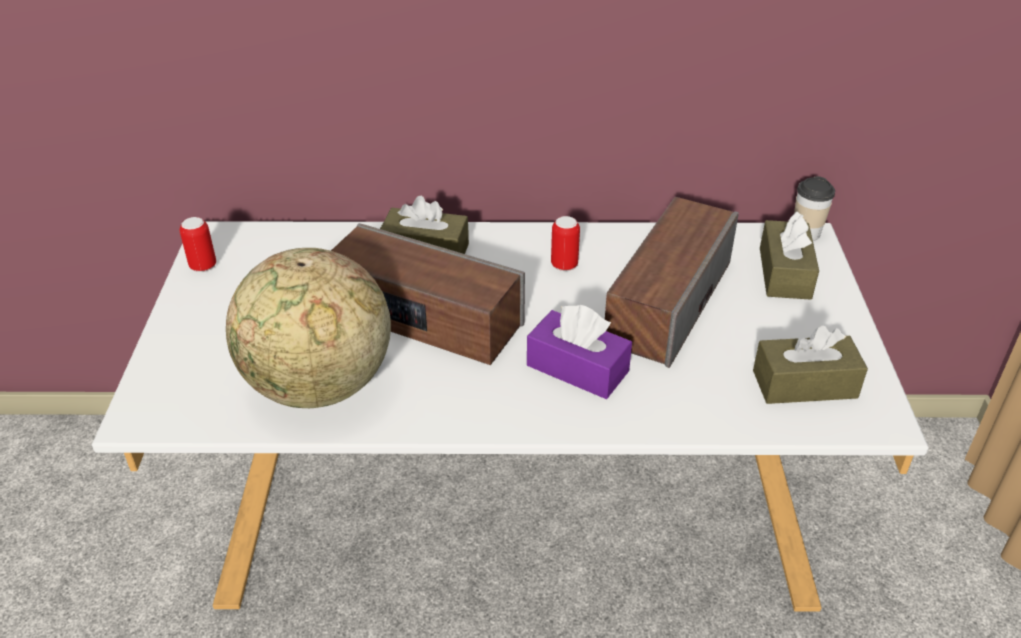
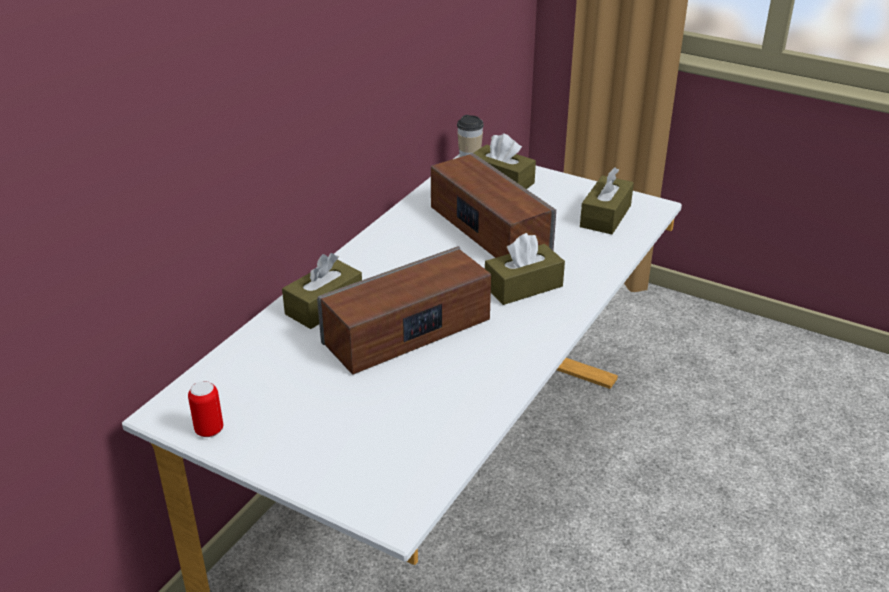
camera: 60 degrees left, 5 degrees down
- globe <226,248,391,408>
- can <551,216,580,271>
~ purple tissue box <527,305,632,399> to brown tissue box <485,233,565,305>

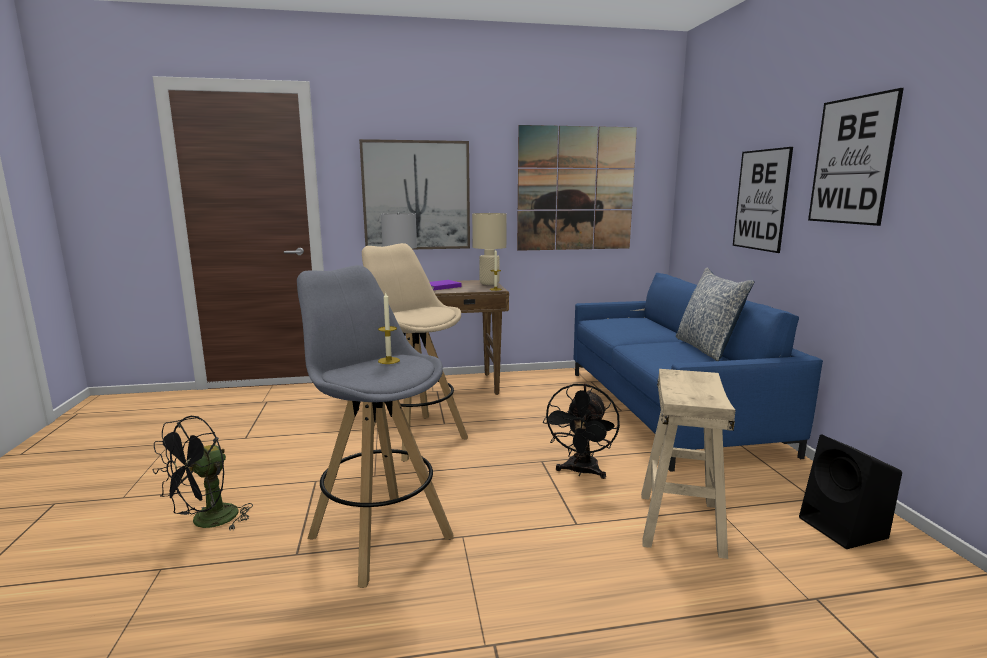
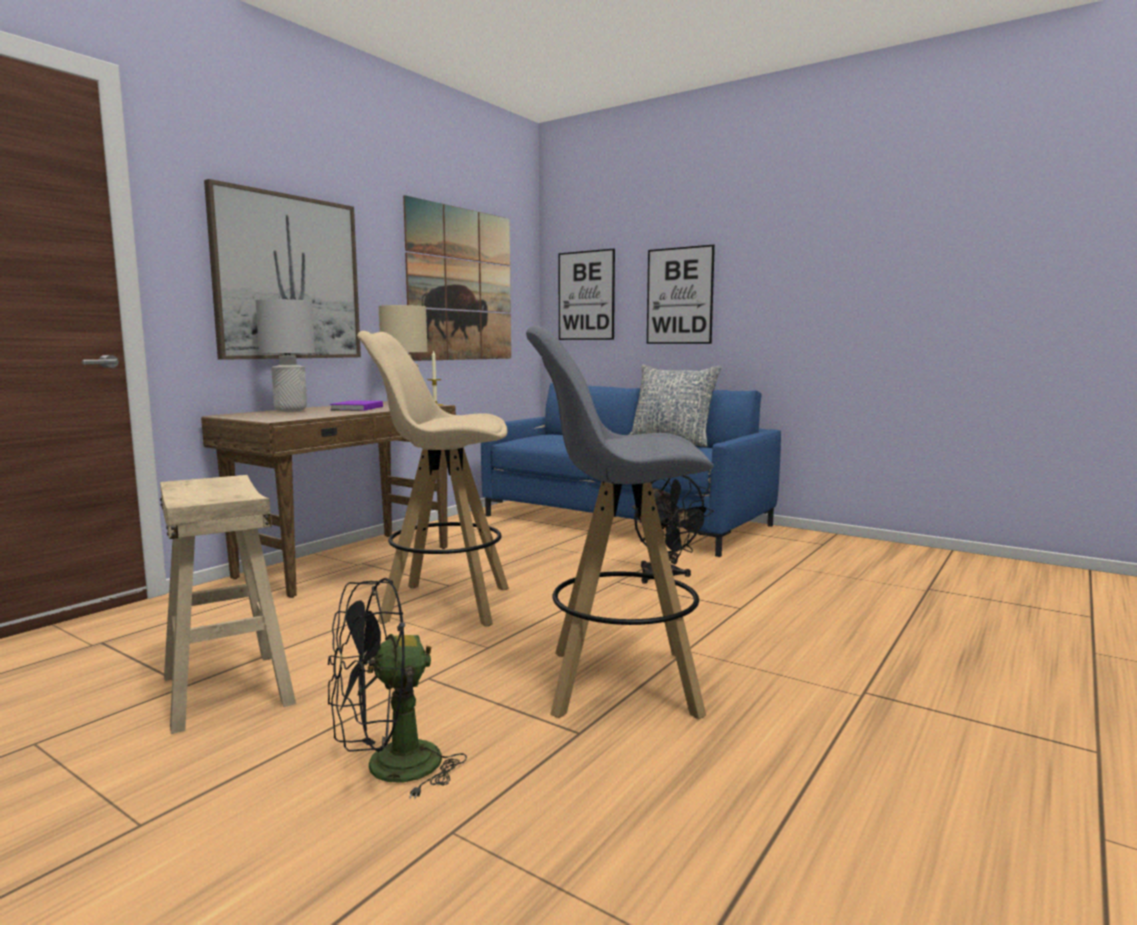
camera: 45 degrees left, 5 degrees down
- candle <378,292,400,364>
- black speaker <799,434,902,549>
~ beige stool <641,369,736,559> to <160,475,296,734>
~ picture <808,88,904,226> to <559,249,615,340>
~ black fan <152,416,253,530> = <328,578,467,799> 75 degrees clockwise

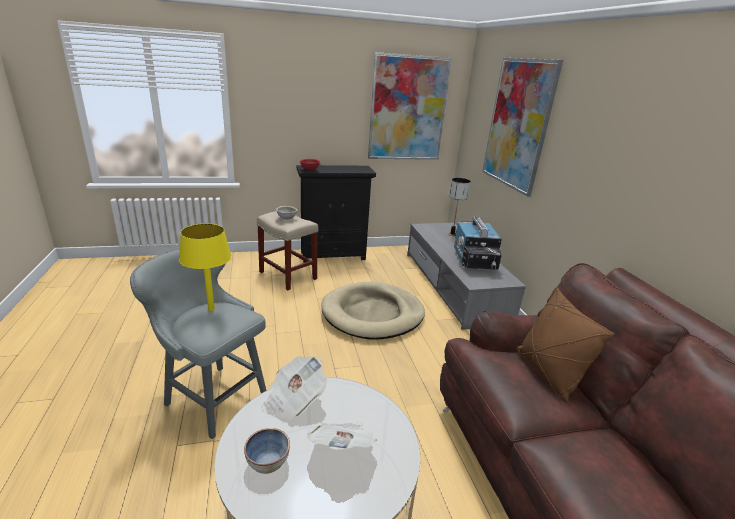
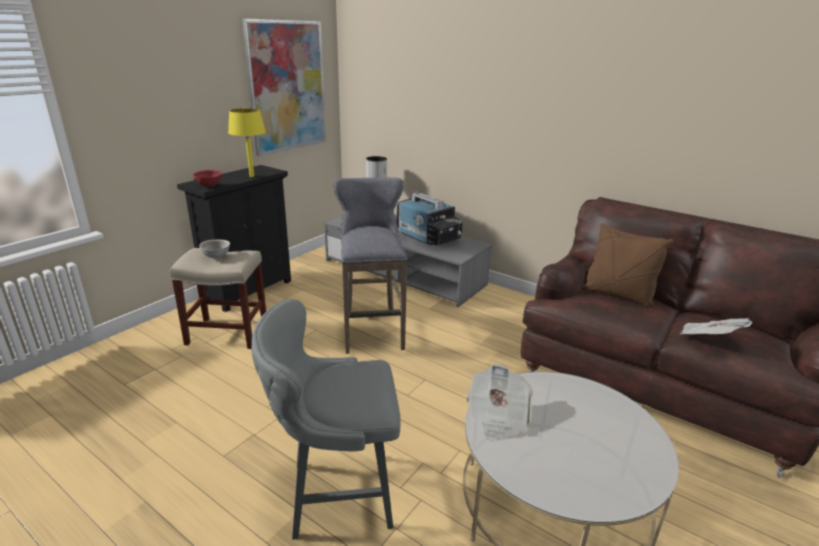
camera: 40 degrees left, 0 degrees up
- bowl <244,428,290,474>
- picture <482,58,563,197>
~ yellow table lamp <179,224,232,311> to <228,108,266,177>
~ newspaper <307,422,377,450> to <680,318,752,335>
~ beige dog bed <321,282,425,340> to grey stool <333,178,408,354>

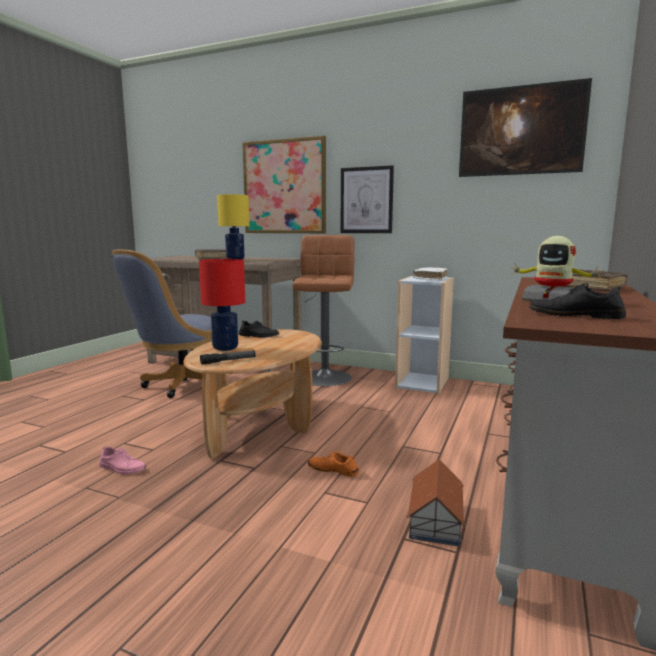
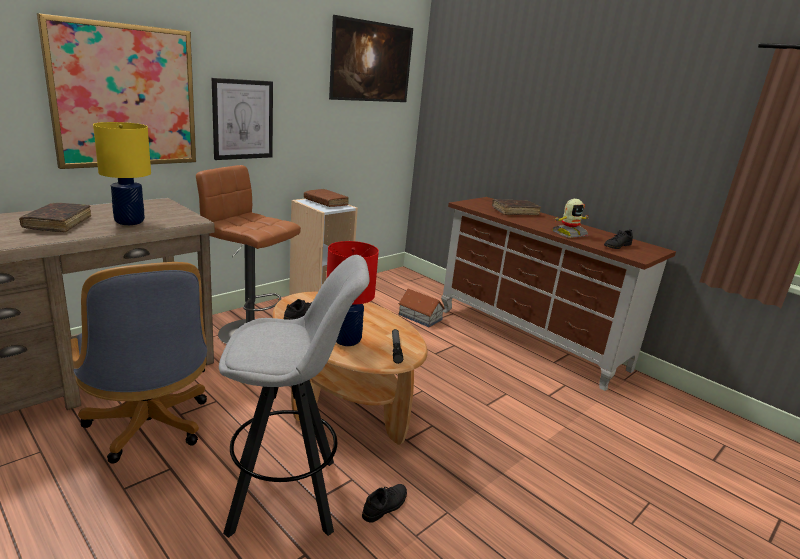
camera: 70 degrees left, 10 degrees up
- orange shoe <308,451,359,477>
+ grey stool <219,255,370,538>
~ toy house <407,459,465,547> to <398,289,445,327>
~ pink shoe <99,446,147,474> to black shoe <362,484,407,523>
~ white book <413,267,447,281> to brown book <304,189,349,207>

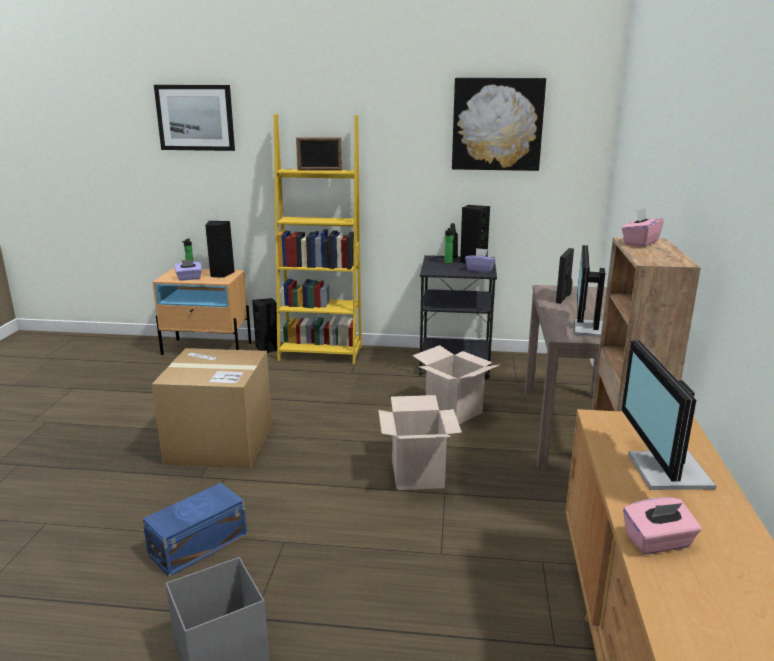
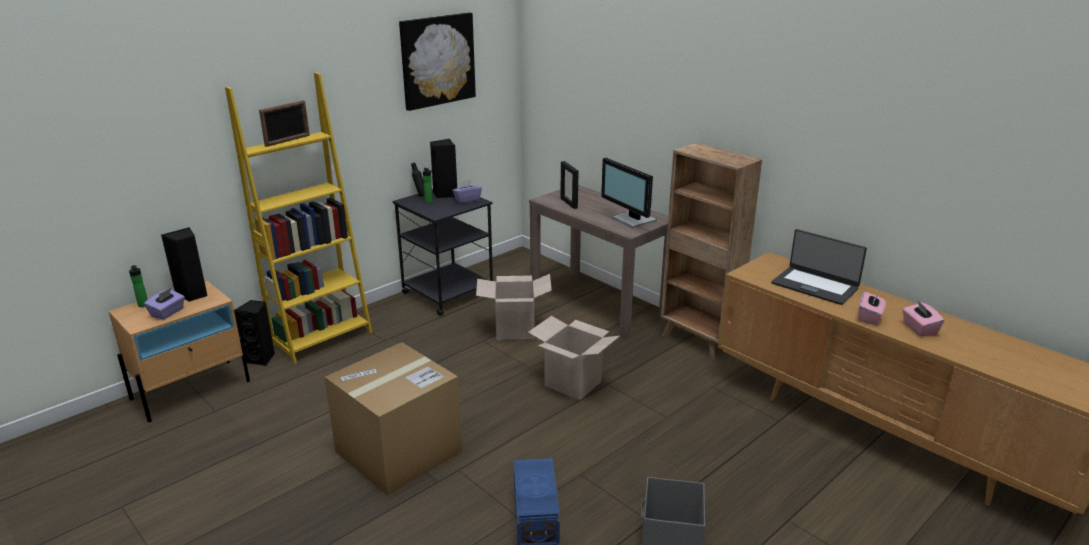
camera: 50 degrees left, 5 degrees up
- picture <154,85,235,151>
~ pink tissue box <622,208,664,247> to <902,301,944,336>
~ monitor <621,340,716,490> to laptop <772,229,867,305>

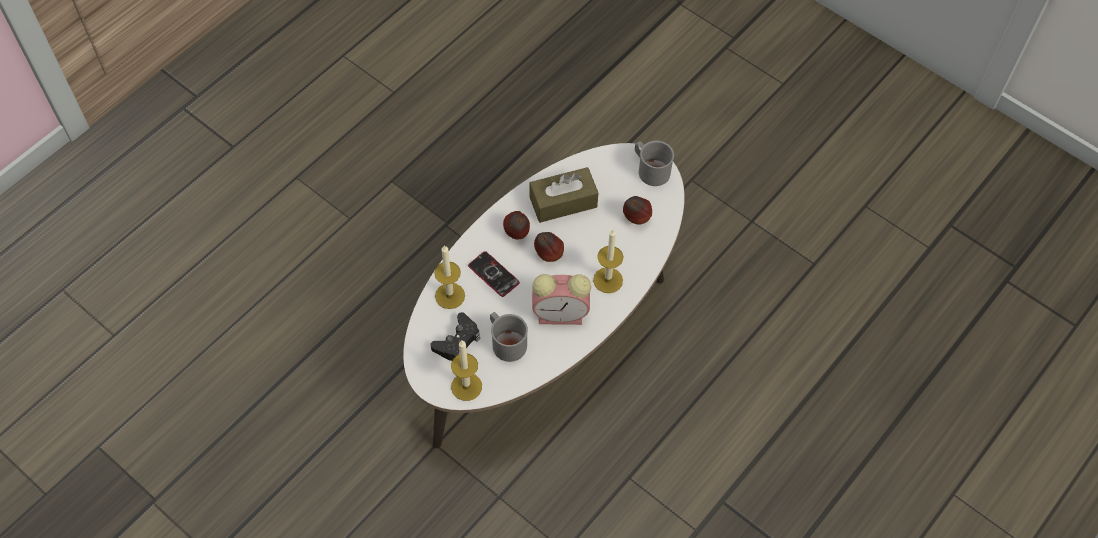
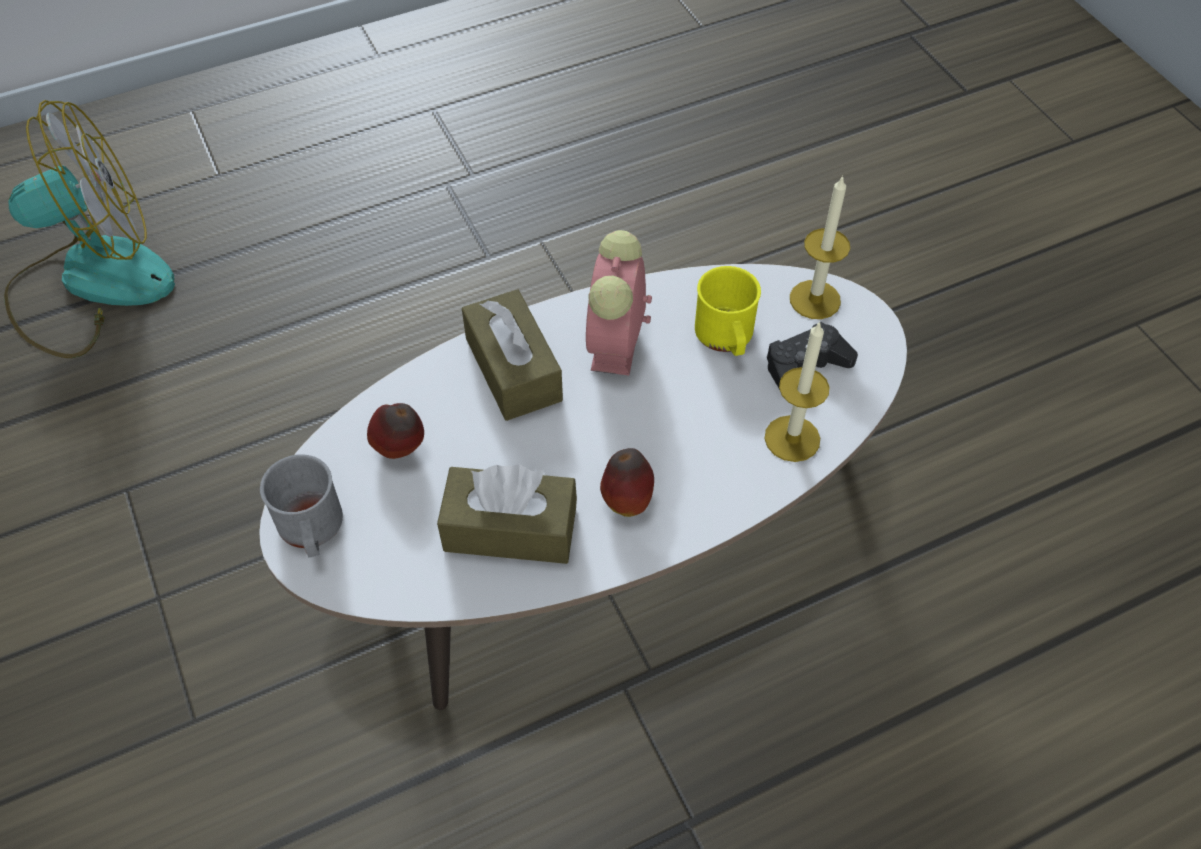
camera: 155 degrees left, 5 degrees down
- phone <468,251,520,297>
- apple <534,232,564,262>
+ fan <4,100,175,358>
~ candle <593,230,623,293> to brown tissue box <462,289,563,421>
~ grey mug <490,312,528,362> to yellow mug <695,266,761,356>
~ alarm clock <532,274,591,325> = <586,230,652,375> 105 degrees counterclockwise

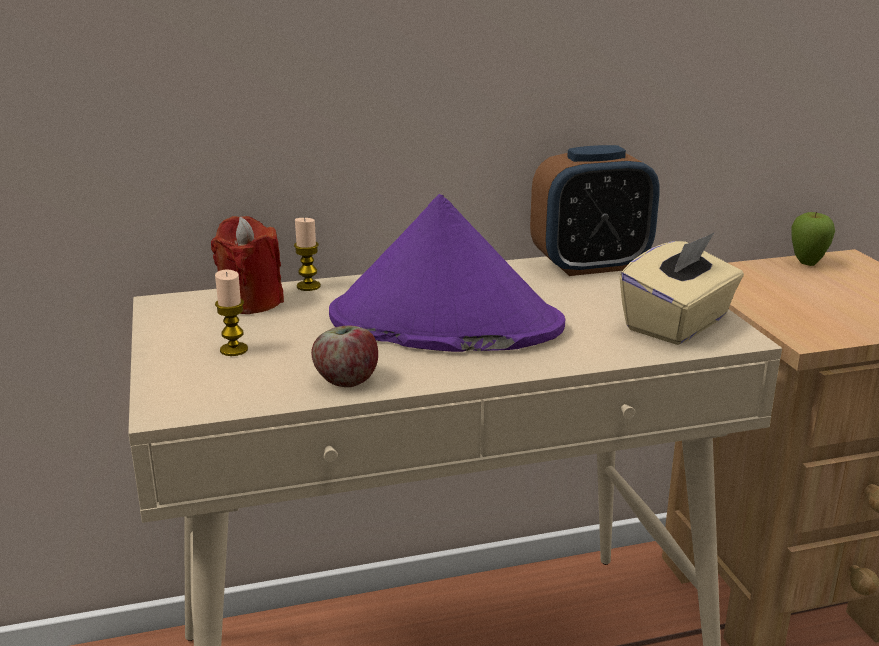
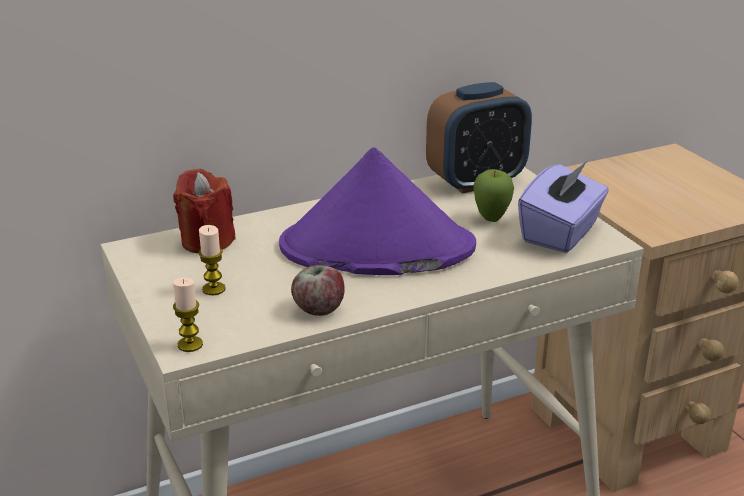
camera: 10 degrees left, 5 degrees up
~ candle <294,217,321,291> to <173,277,203,352>
~ apple <791,212,835,266> to <473,169,514,222>
~ beige tissue box <619,232,744,345> to purple tissue box <518,160,609,253>

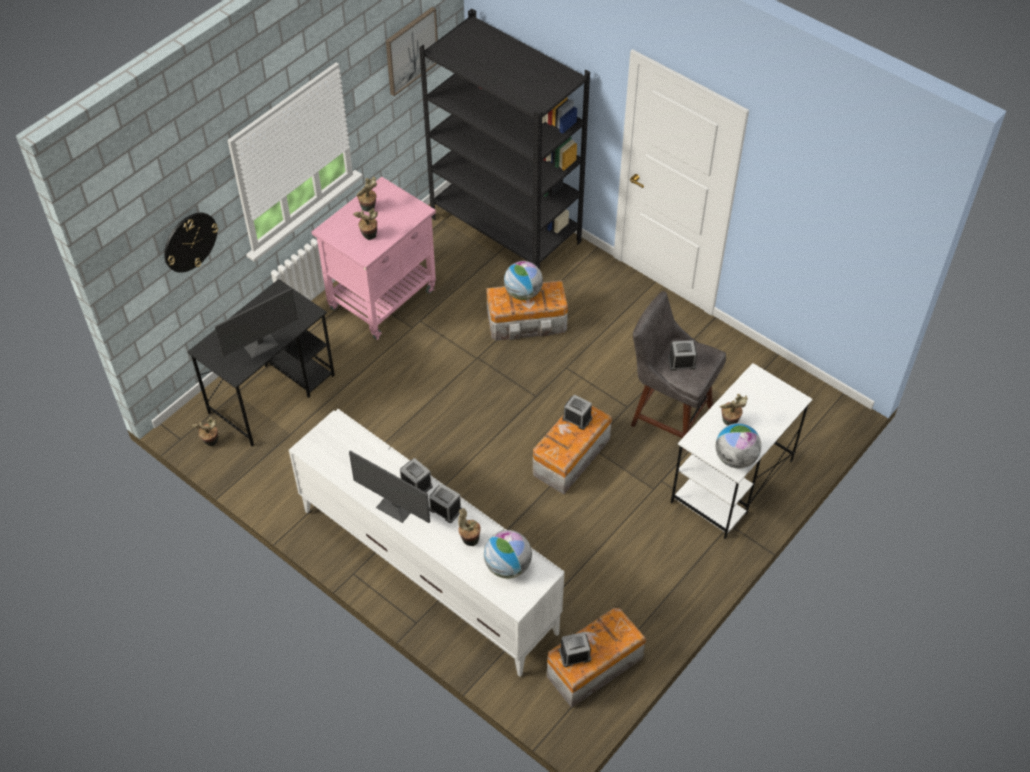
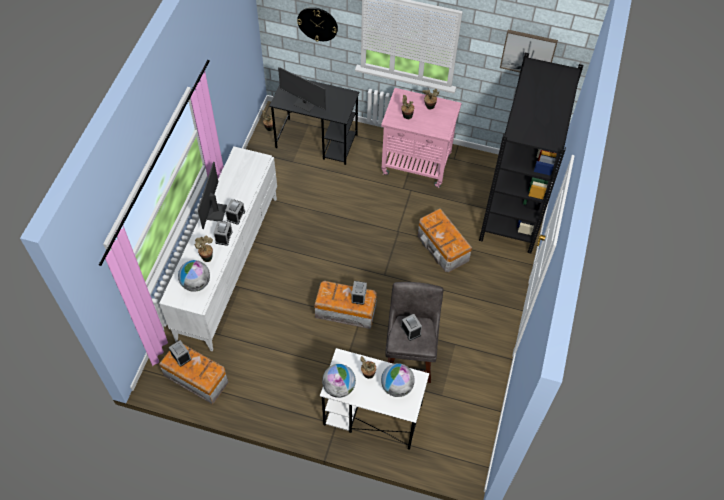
camera: 65 degrees right, 5 degrees up
~ globe <504,261,543,300> to <381,363,415,397>

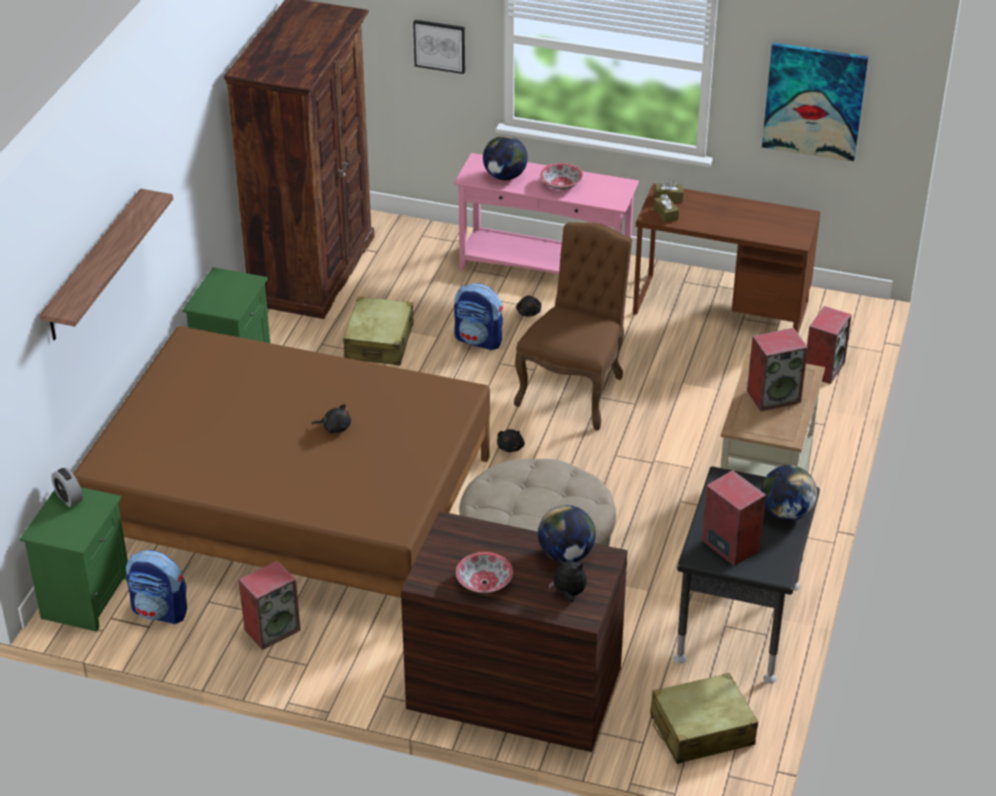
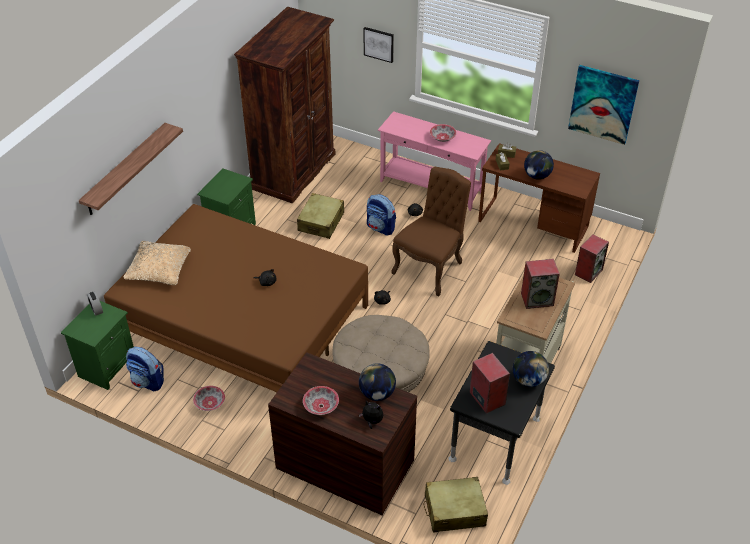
camera: 10 degrees right, 5 degrees up
+ beige pillow <123,241,191,285>
~ globe <483,135,528,180> to <524,150,554,180>
~ speaker <239,560,300,650> to bowl <193,386,225,411>

